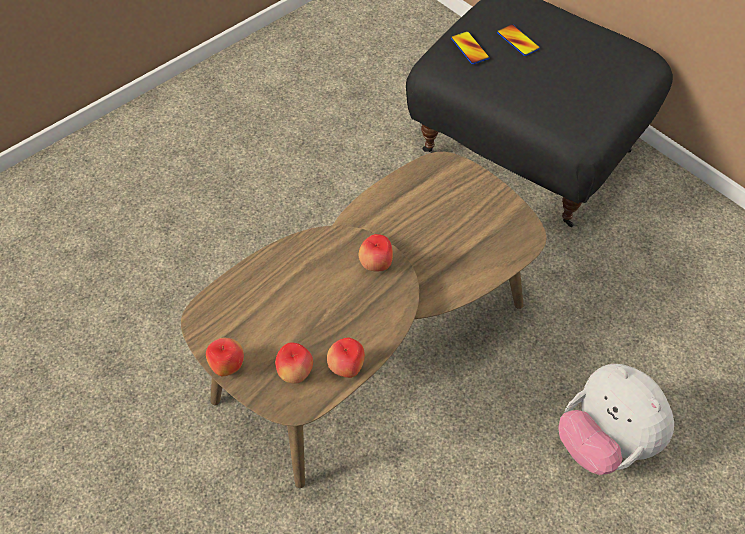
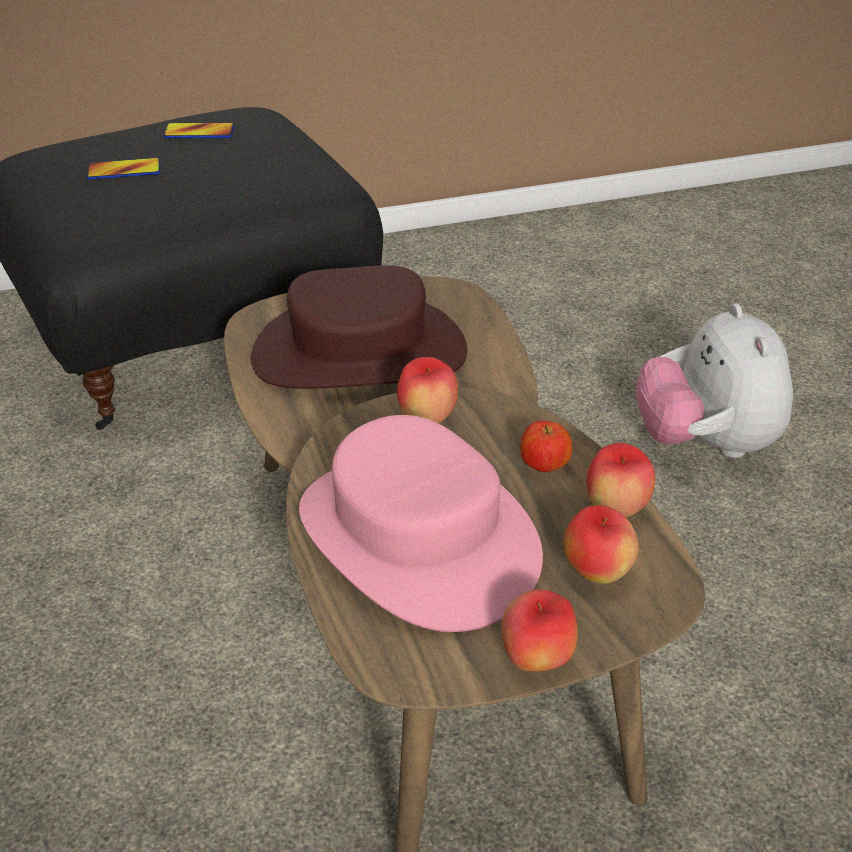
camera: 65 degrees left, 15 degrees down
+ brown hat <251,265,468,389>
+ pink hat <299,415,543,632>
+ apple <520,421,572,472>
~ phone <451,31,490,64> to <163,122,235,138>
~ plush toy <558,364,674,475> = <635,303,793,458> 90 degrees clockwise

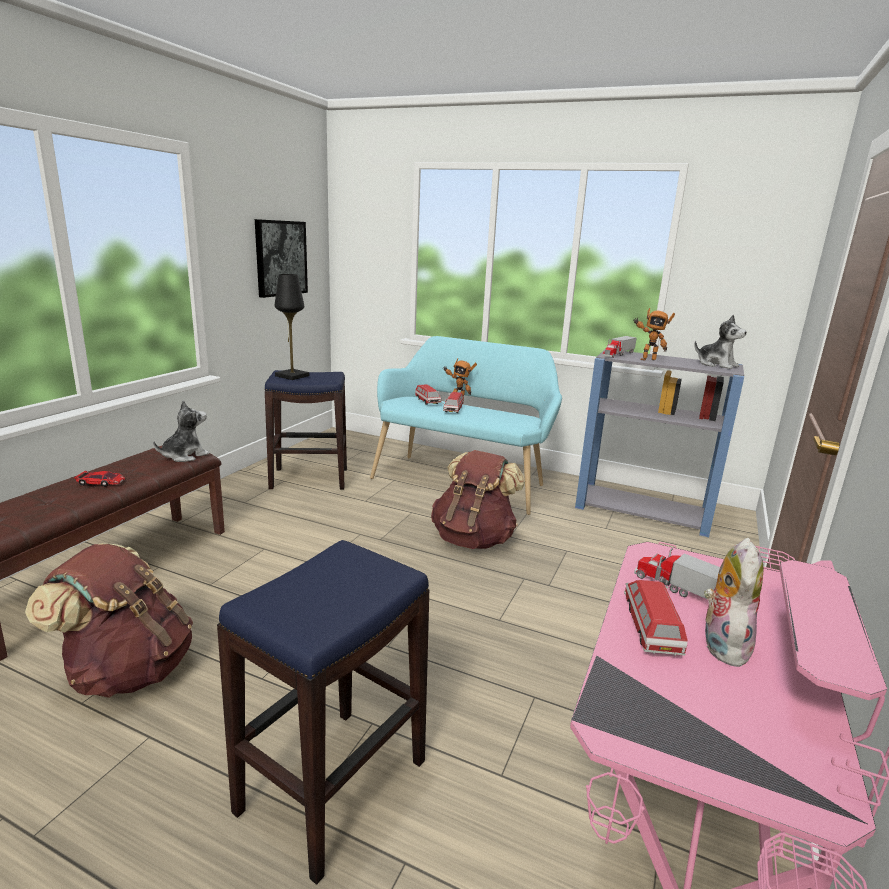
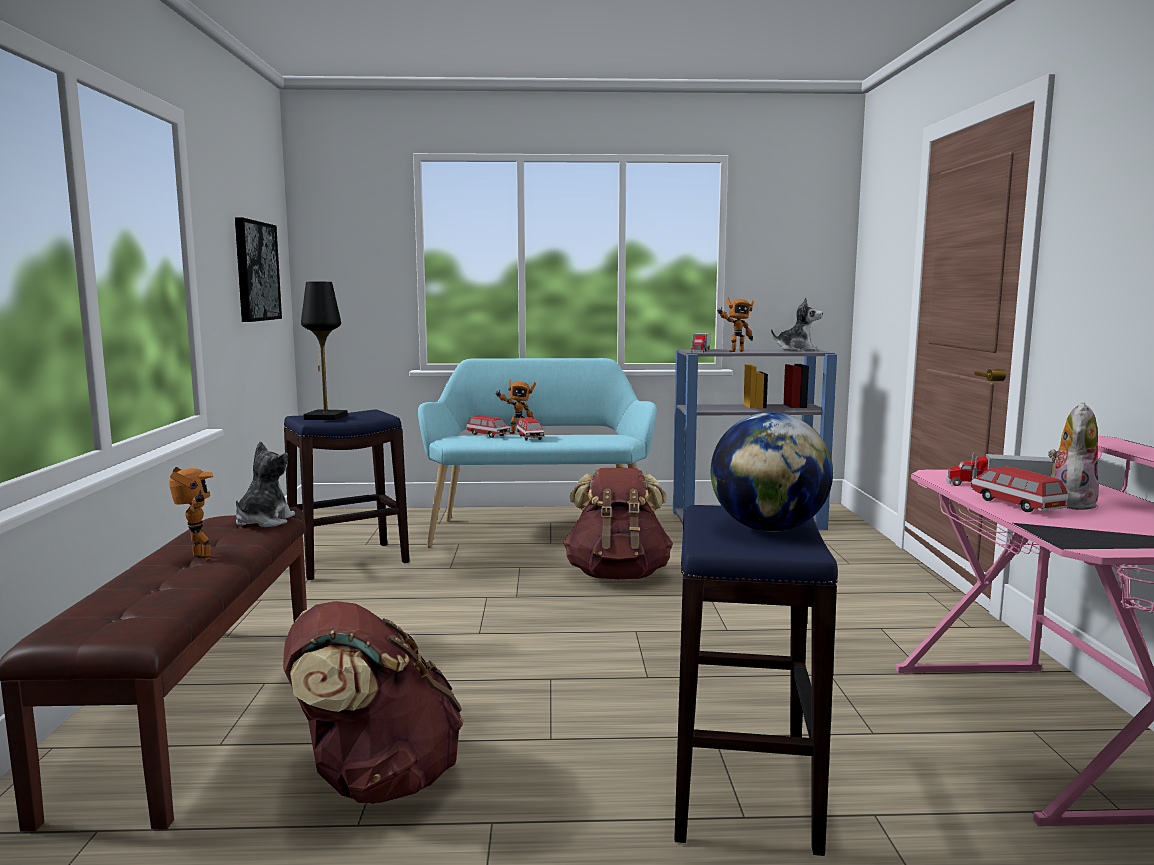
camera: 25 degrees left, 10 degrees down
+ globe <711,412,833,532>
~ toy car <75,471,125,487> to toy robot <170,467,213,562>
~ plush toy <704,538,763,667> = <1048,402,1099,510> 45 degrees clockwise

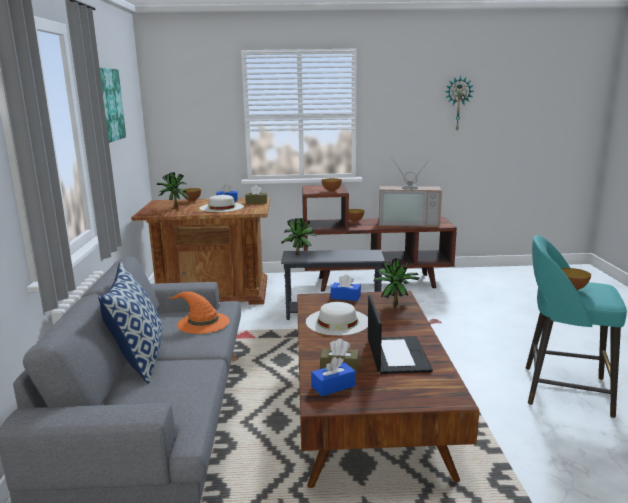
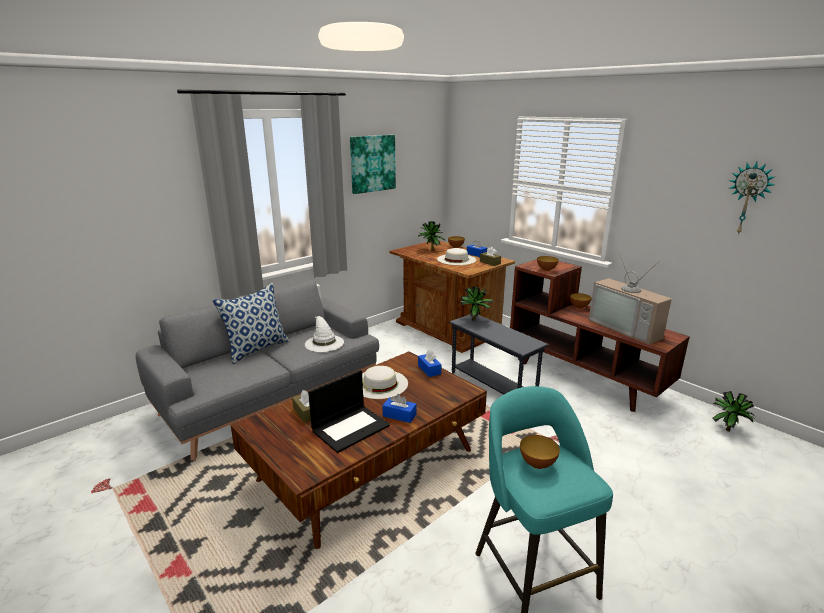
camera: 50 degrees right, 5 degrees up
~ blue tissue box <311,357,356,397> to <382,394,417,423>
~ potted plant <373,258,419,305> to <712,391,755,432>
~ orange hat <168,291,229,334> to white hat <305,316,344,352>

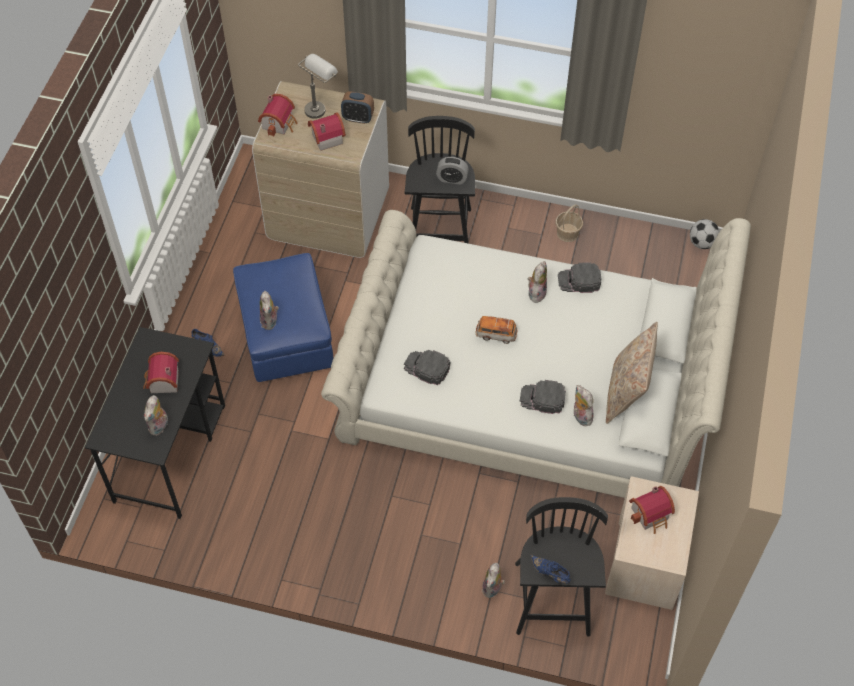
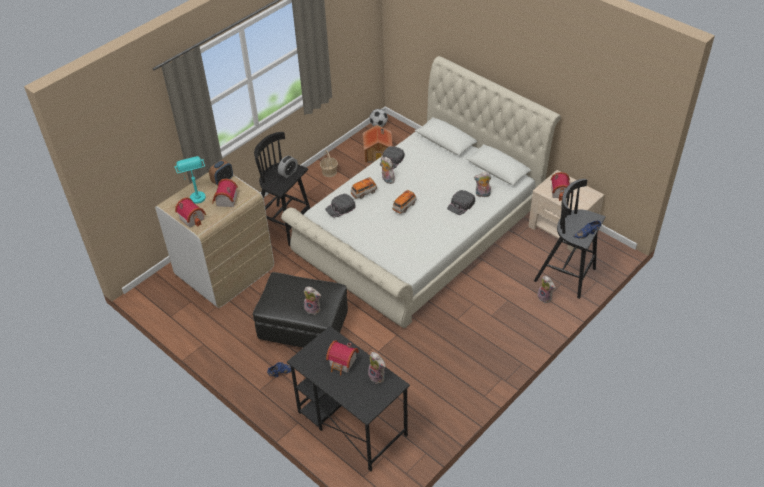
camera: 60 degrees left, 10 degrees down
- beige pillow <606,322,658,424>
+ toy car <351,177,377,199>
+ toy house <363,125,393,163>
~ black cap <404,350,450,385> to <325,193,355,218>
~ blue ottoman <233,253,333,382> to black ottoman <253,272,348,348>
~ grey table lamp <298,54,338,119> to turquoise table lamp <174,156,206,204>

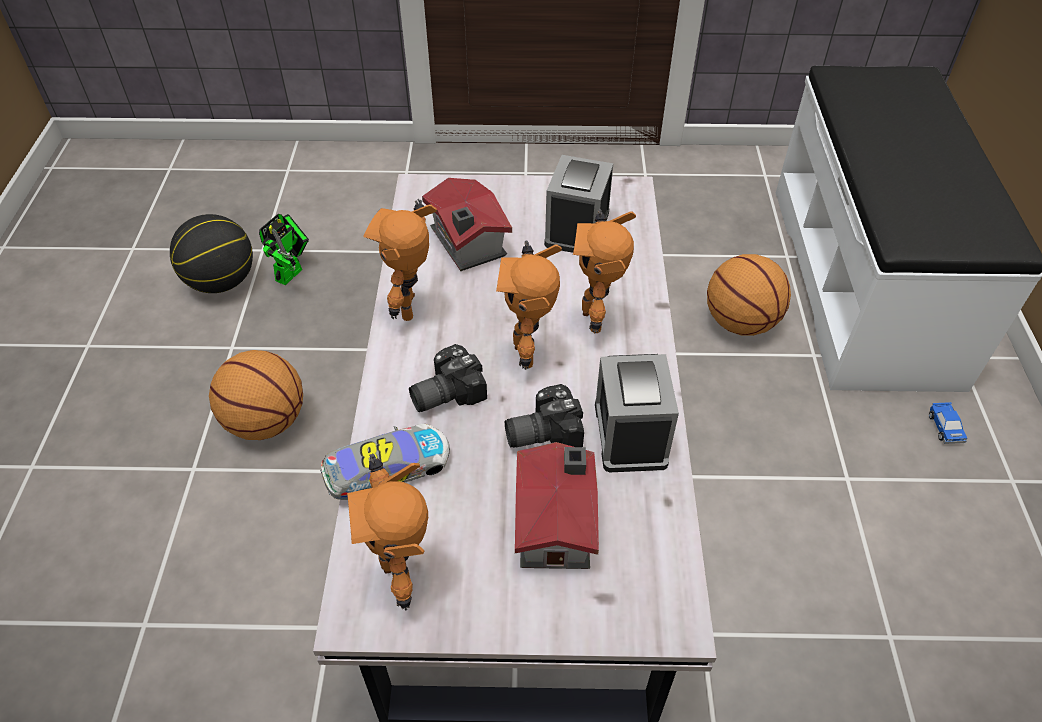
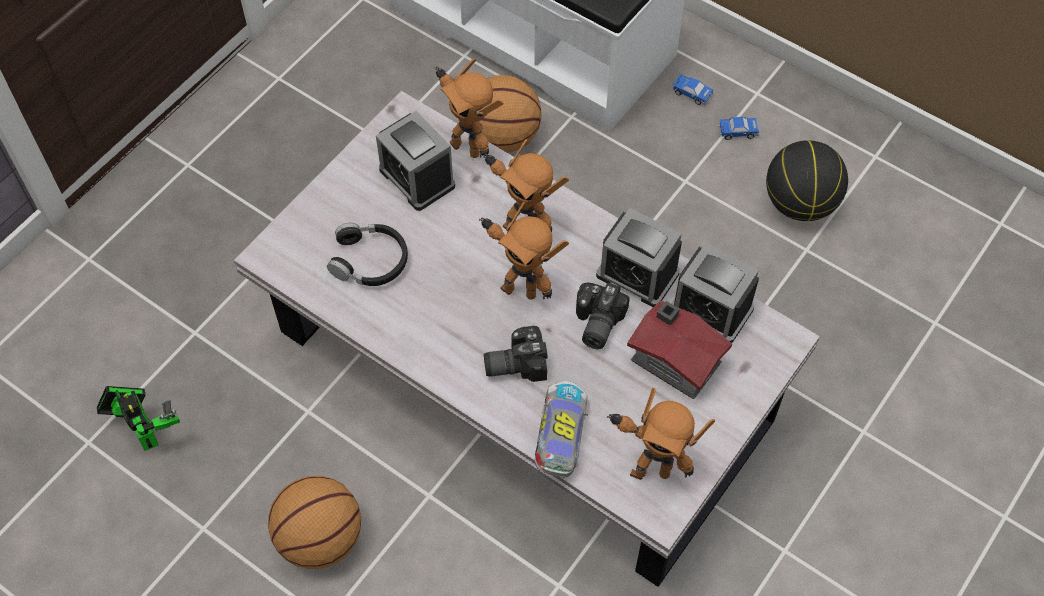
camera: 55 degrees left, 10 degrees up
+ alarm clock <671,243,759,343>
+ toy car <718,117,759,140>
~ basketball <170,214,253,293> to <766,140,848,221>
~ toy robot <363,199,437,321> to <434,58,503,158>
~ toy house <422,178,512,271> to black headphones <327,223,408,286>
~ photo camera <409,344,487,412> = <484,326,548,382> 75 degrees clockwise

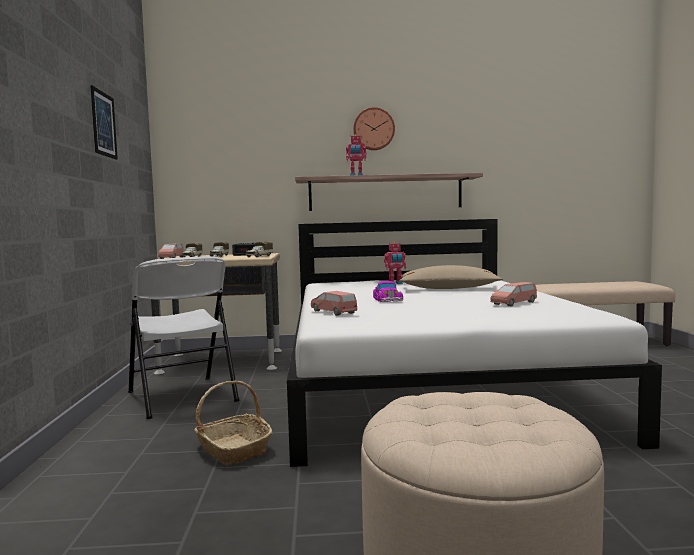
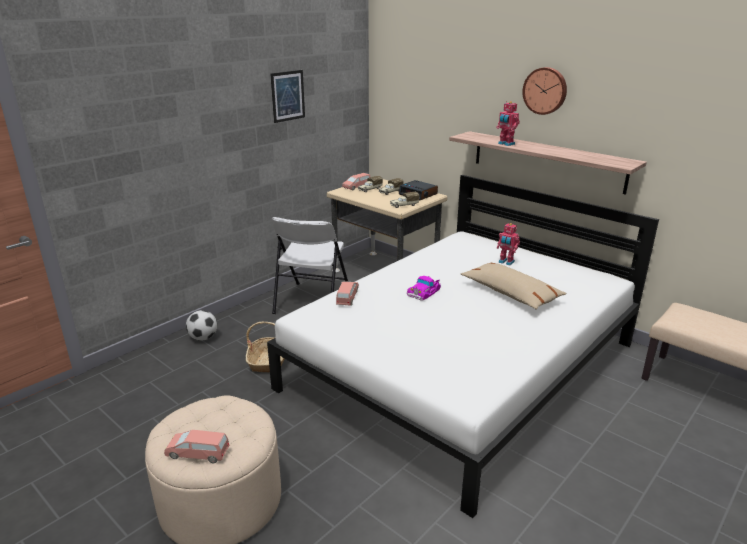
camera: 45 degrees right, 20 degrees up
+ football <186,310,217,341>
~ pink toy car <490,282,537,307> to <164,430,229,463>

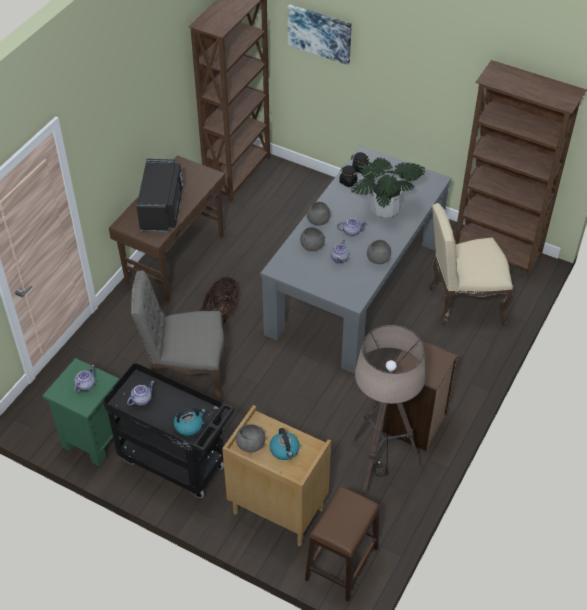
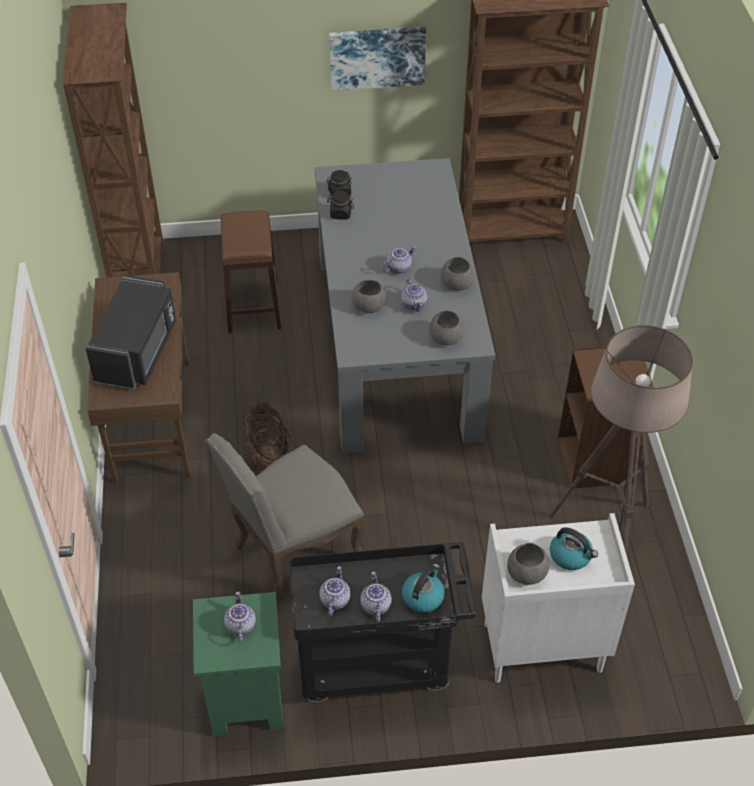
camera: 35 degrees left, 0 degrees up
- potted plant <351,157,425,218>
- beige chair <429,203,513,326>
+ teapot <360,572,392,622>
~ picture <288,4,352,65> to <329,27,426,91>
~ brown stool <305,486,379,602> to <221,211,281,333>
~ grey bowl <307,202,330,226> to <429,310,464,345>
~ brown cabinet <222,405,331,546> to white cabinet <482,513,635,683>
~ black microwave <137,159,183,232> = <86,275,176,390> 45 degrees clockwise

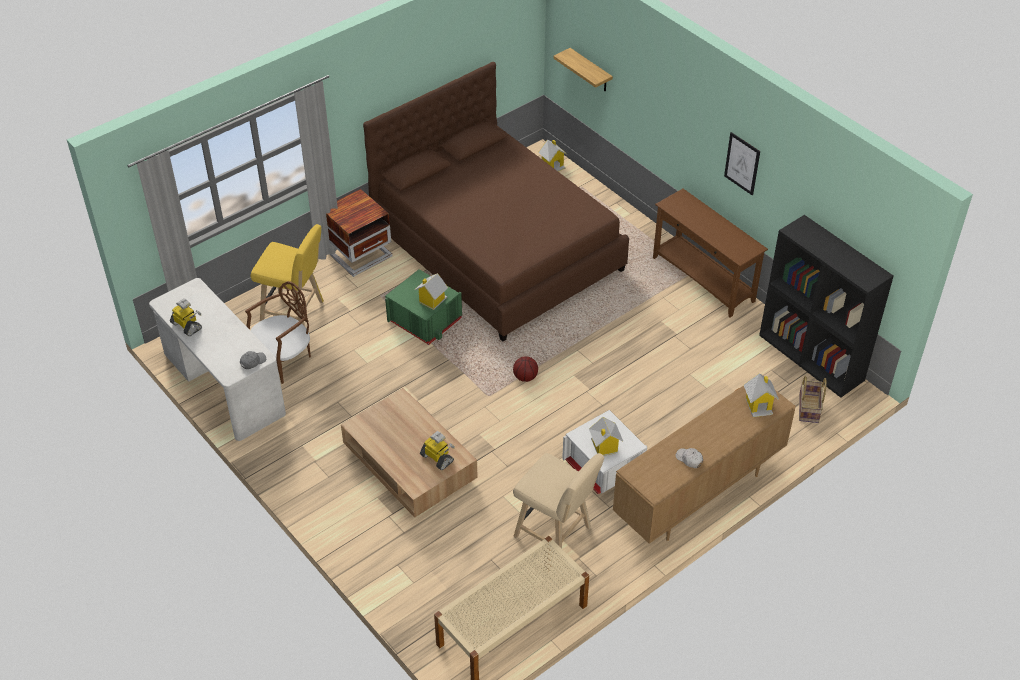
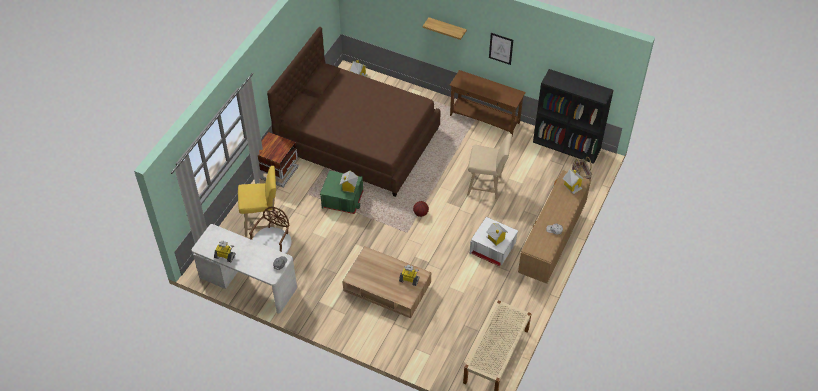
camera: 25 degrees left, 5 degrees up
~ beige stool <513,453,604,563> to <467,133,512,200>
~ shelf <553,48,613,92> to <423,17,467,40>

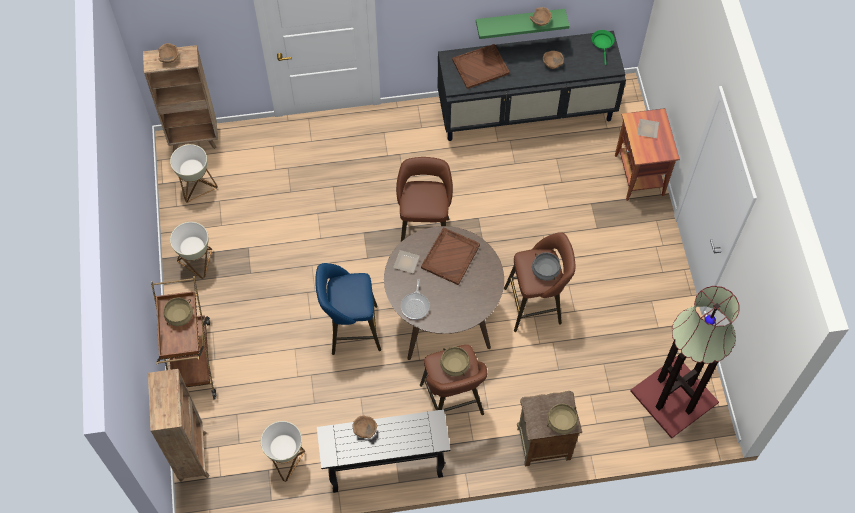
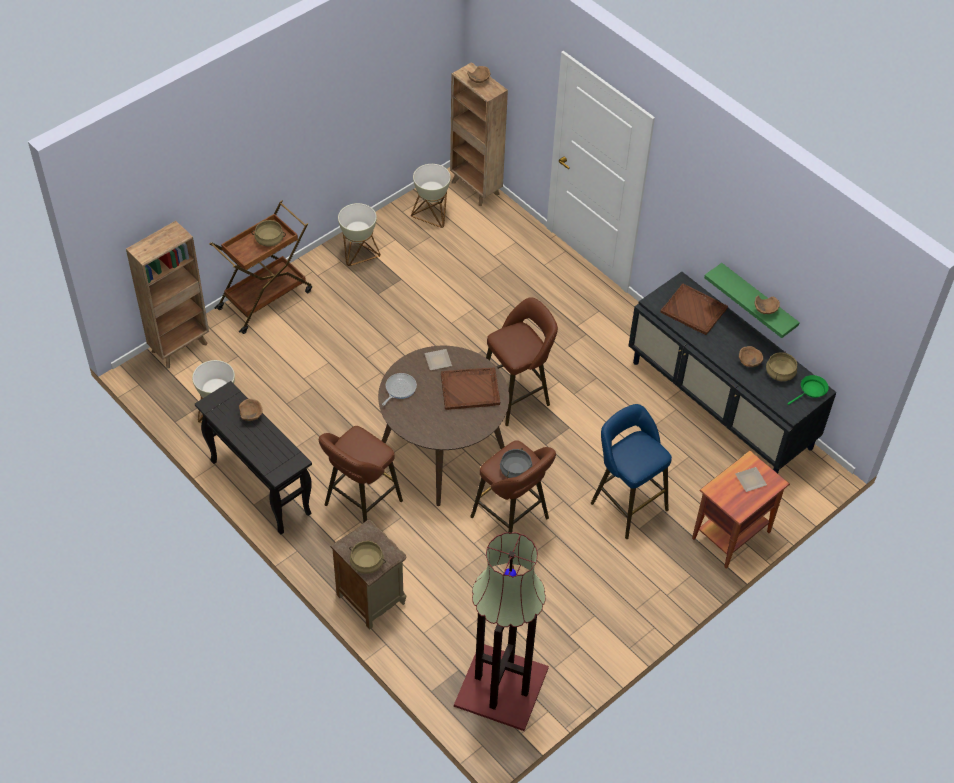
camera: 55 degrees right, 10 degrees down
~ blue stool <315,263,381,355> to <591,404,672,539>
~ beige cooking pot <440,347,470,377> to <766,351,797,381>
~ frying pan <401,279,430,320> = <382,373,417,406> 150 degrees clockwise

